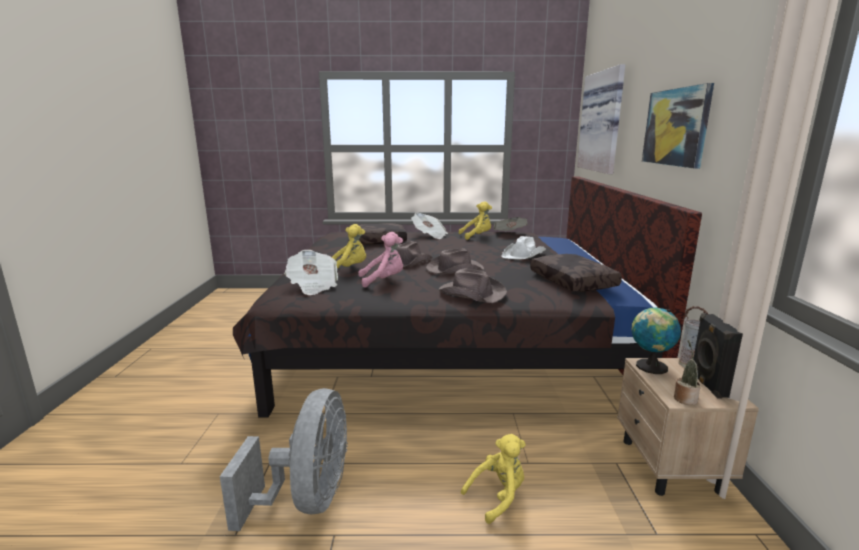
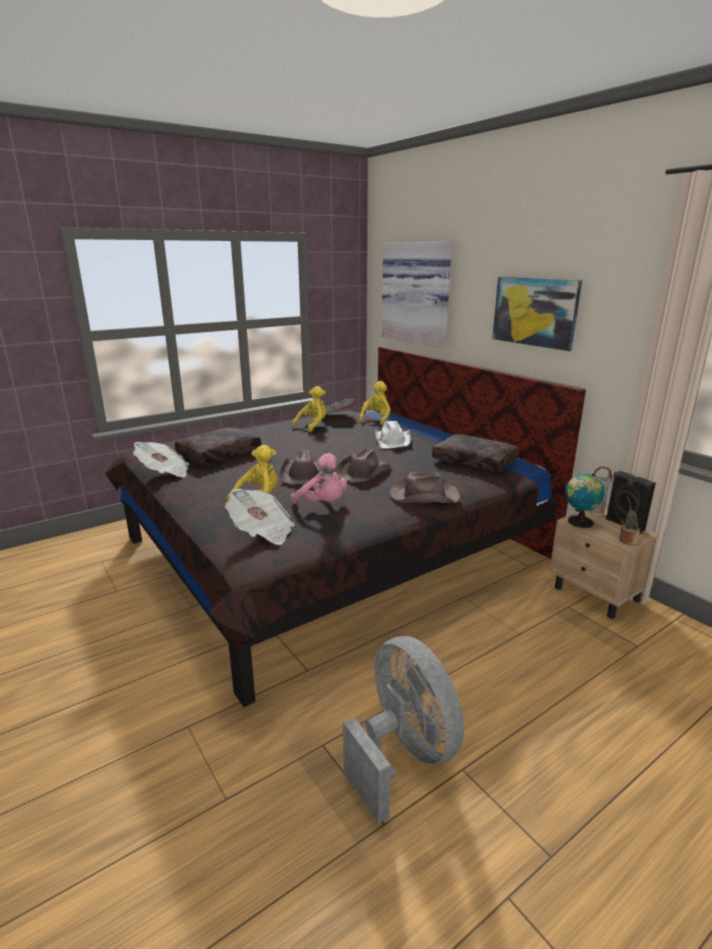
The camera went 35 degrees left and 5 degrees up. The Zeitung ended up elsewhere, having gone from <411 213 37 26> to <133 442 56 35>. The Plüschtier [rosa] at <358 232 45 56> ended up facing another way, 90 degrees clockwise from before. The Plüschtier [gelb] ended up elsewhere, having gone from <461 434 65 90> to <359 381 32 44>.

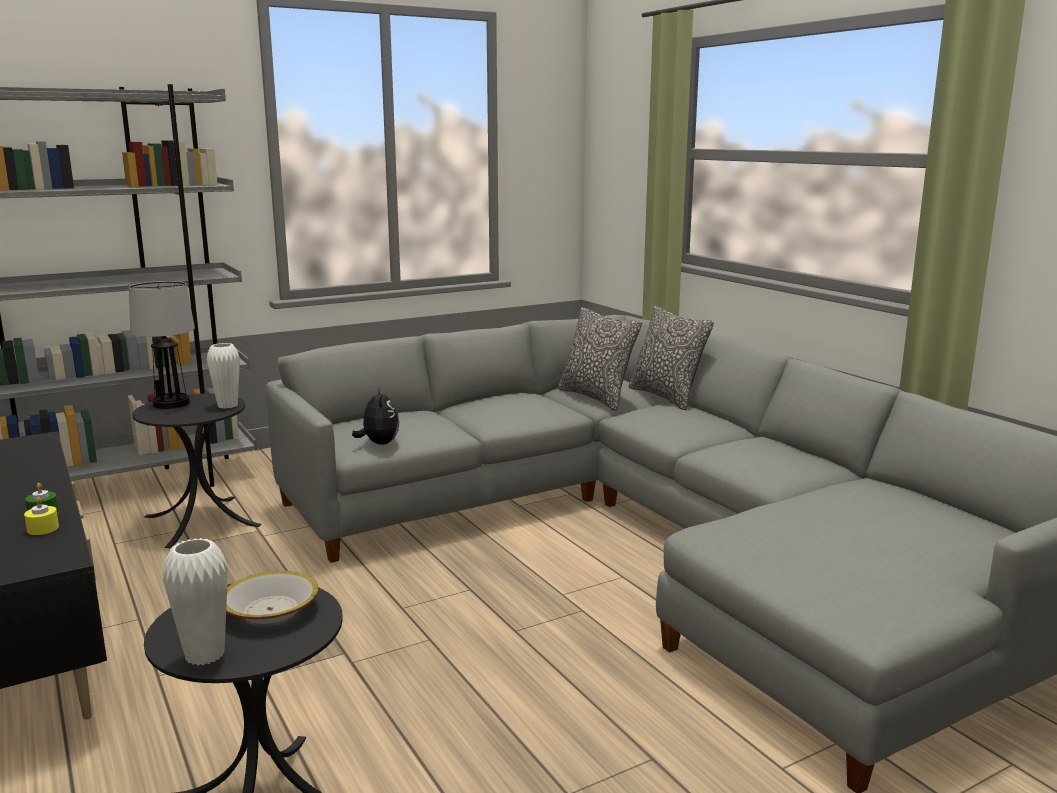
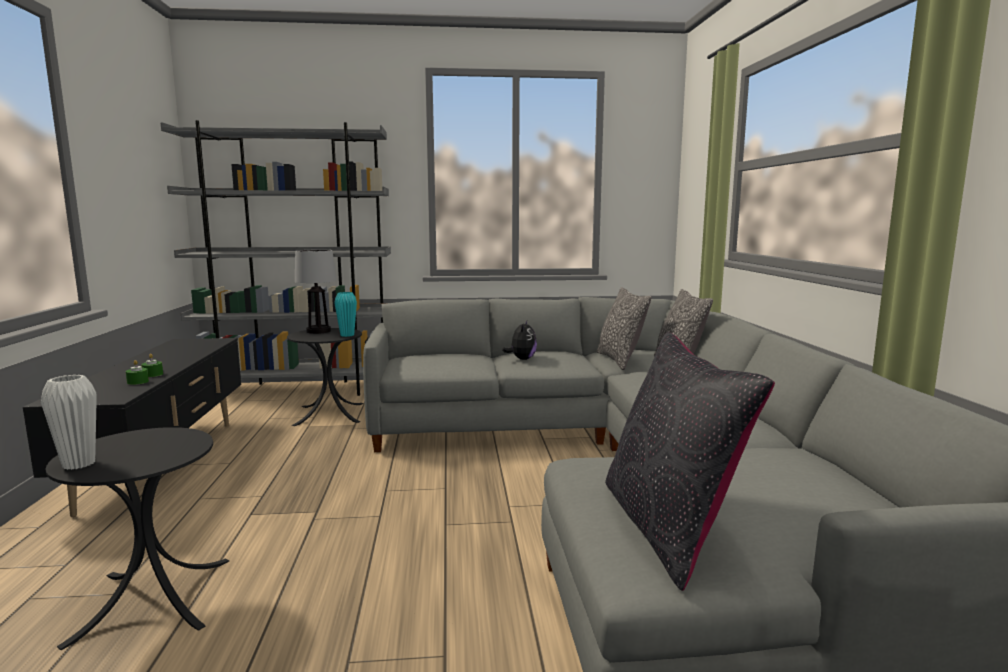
The camera went 25 degrees right and 5 degrees down. What was the Kerze [gelb] at <24 497 35 38> turned into the Kerze [grün] at <126 360 23 25>. What was the Vase [weiß] at <207 343 33 66> turned into the Vase [türkis] at <334 292 23 45>. The Plüschtier ended up elsewhere, having gone from <352 388 47 57> to <502 321 35 39>. The second view gained the Kissen [schwarz] at <605 332 170 259>. The second view lost the Schüssel at <226 571 93 53>.

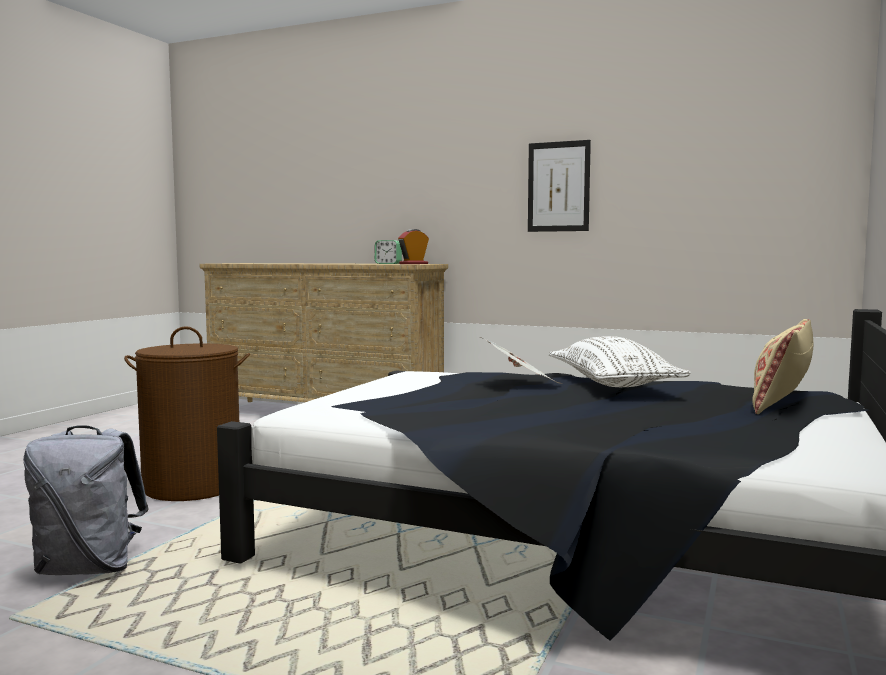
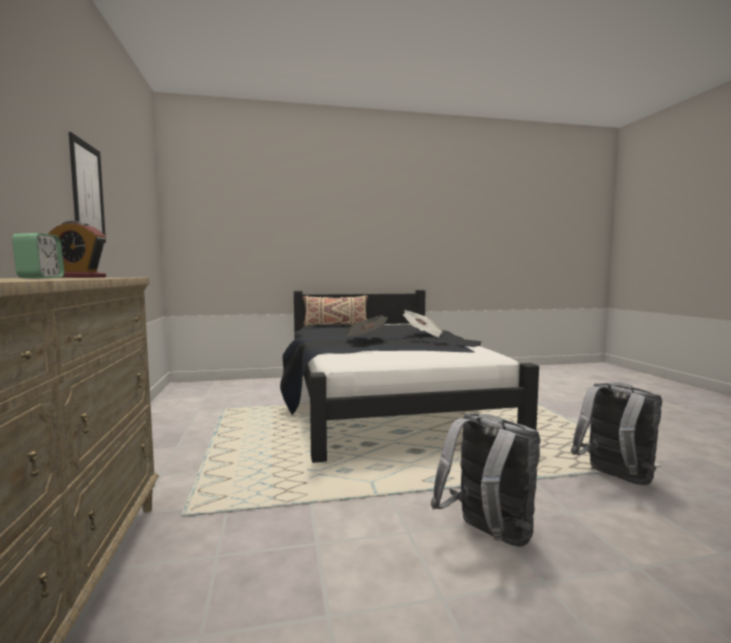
The camera went 125 degrees left and 0 degrees up. The second view gained the Zeitung at <403 310 40 27>. Where the Wäschekorb [braun] stood at <124 326 126 175>, the Rucksack [grau] came to stand at <431 413 110 134>. The second view lost the Kissen [weiß] at <549 336 142 51>.

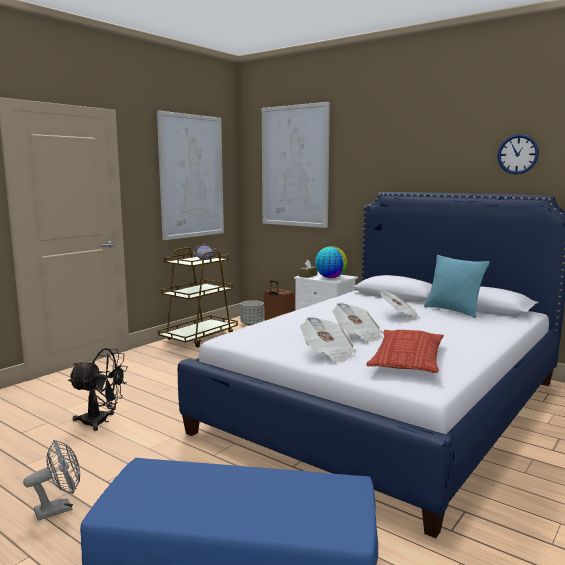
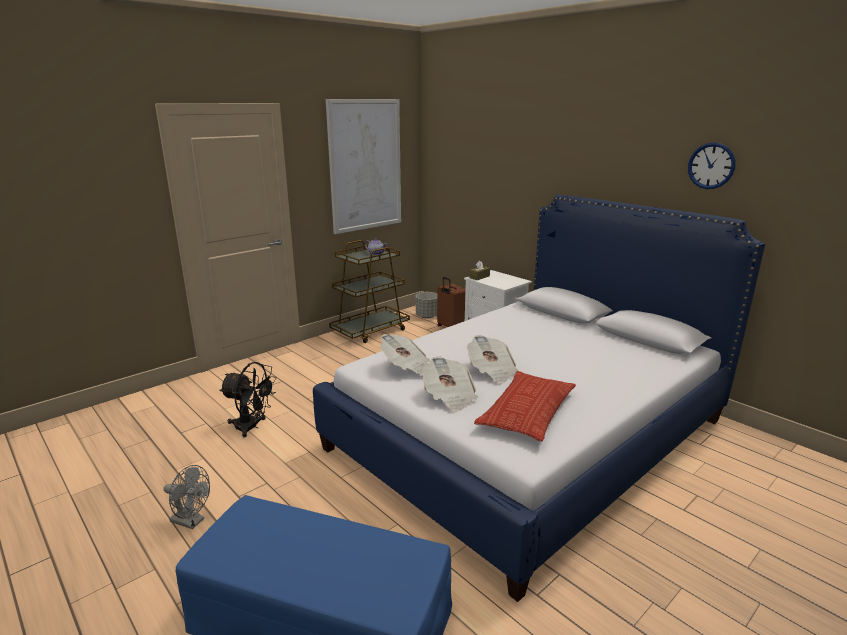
The camera went 10 degrees right and 10 degrees up. The Ventilator [grau] at <23 440 57 81> ended up facing another way, 45 degrees clockwise from before. The Zeitung ended up elsewhere, having gone from <377 290 44 29> to <380 334 50 41>. The second view lost the Bild at <262 102 68 126>. The second view lost the Globus at <315 246 32 32>. The second view lost the Kissen [türkis] at <424 255 66 63>.

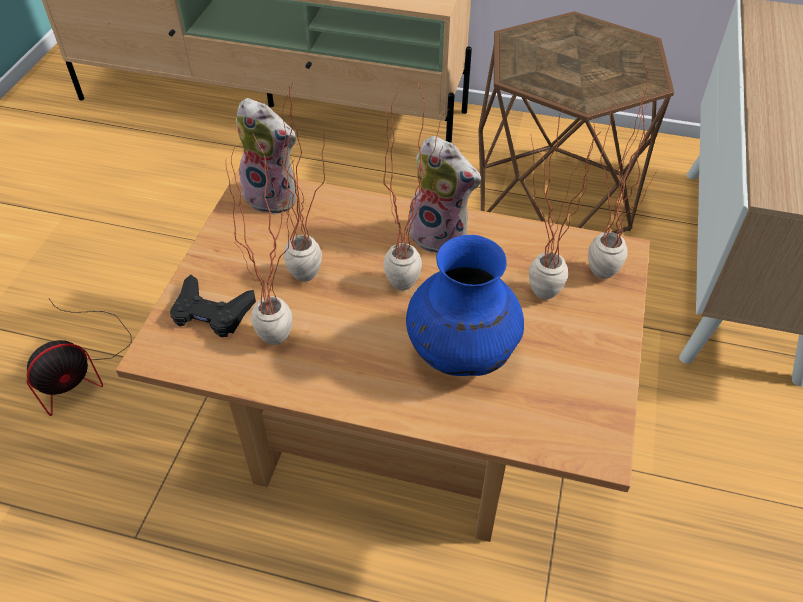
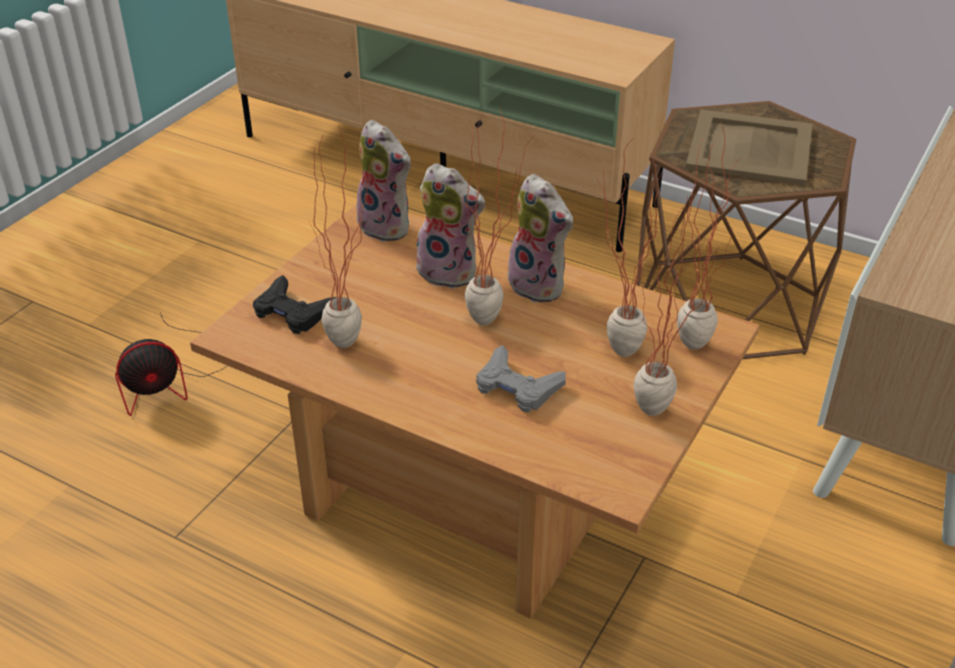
The camera went 15 degrees right and 10 degrees down. The second view gained the Plüschtier at <416 163 69 126>. Where the Vase [blau] stood at <406 235 118 141>, the Gamepad [grau] came to stand at <476 345 90 68>. The Topfpflanze ended up elsewhere, having gone from <266 82 59 200> to <634 194 85 222>. The second view gained the Tablett [beige] at <685 109 127 76>.

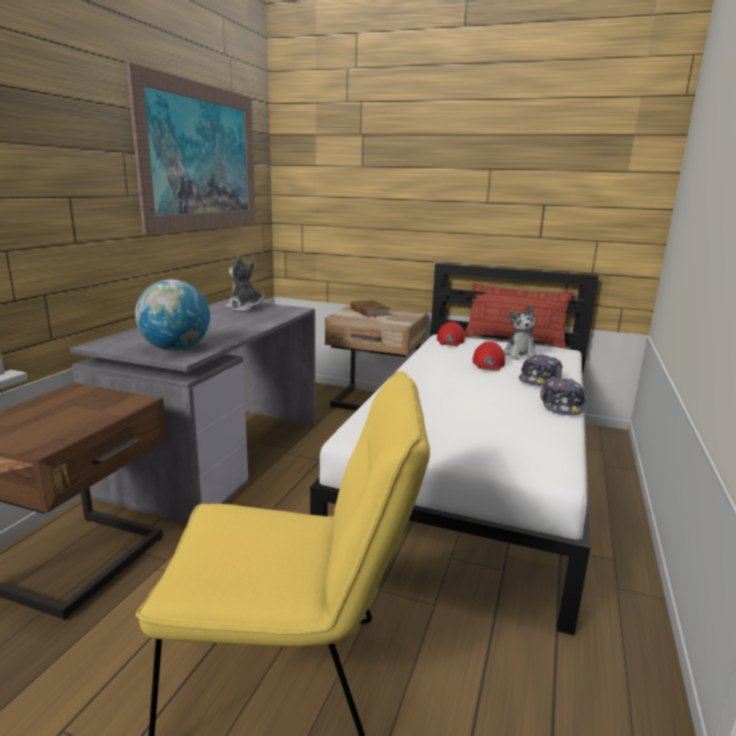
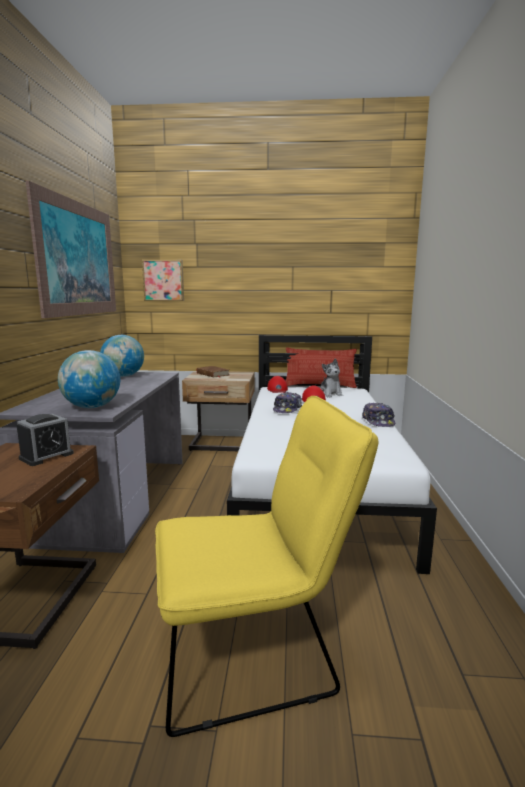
The camera went 15 degrees left and 5 degrees down. The second view gained the Wecker at <16 414 58 52>. Where the Plüschtier stood at <225 256 39 56>, the Globus came to stand at <100 335 44 42>. The second view gained the Bild at <142 260 42 41>. The Kappe ended up elsewhere, having gone from <519 354 44 32> to <273 392 29 21>.

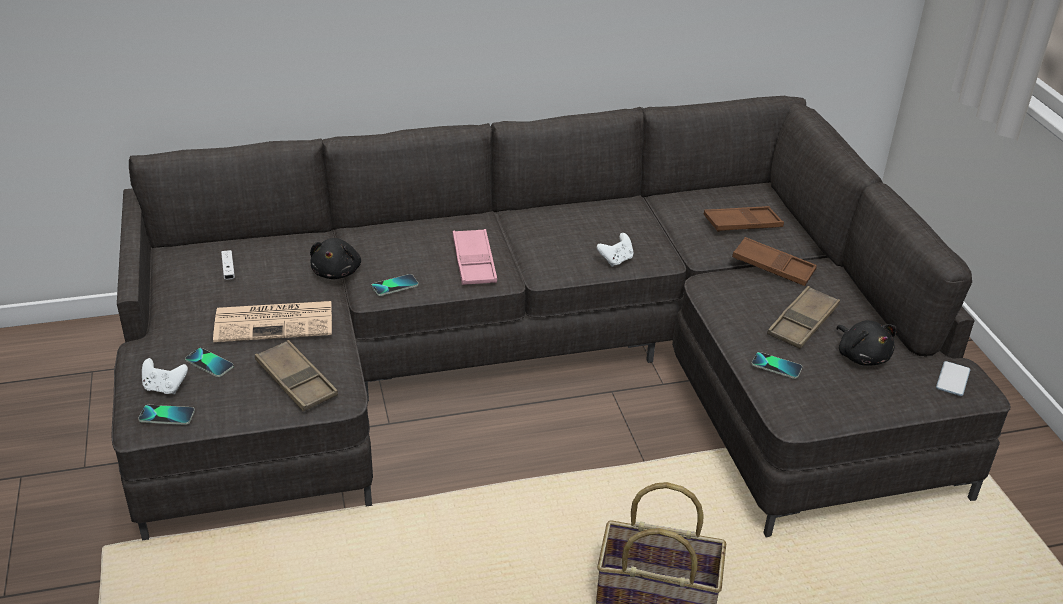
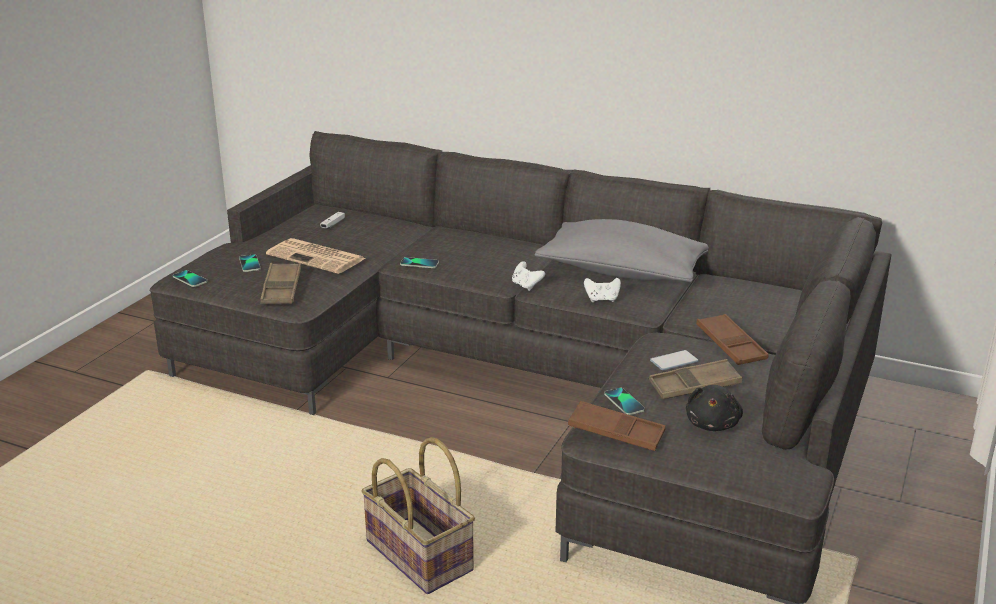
The camera went 40 degrees right and 10 degrees down. The Gamepad [weiß] ended up elsewhere, having gone from <142 358 46 36> to <512 261 33 30>. The second view gained the Kissen [grau] at <535 219 174 63>. The Tablett [braun] ended up elsewhere, having gone from <704 206 80 26> to <568 401 98 50>. The Handy ended up elsewhere, having gone from <936 361 34 35> to <650 350 49 21>. The second view lost the Plüschtier [schwarz] at <310 238 51 41>. The second view lost the Tablett [rosa] at <452 229 45 56>.

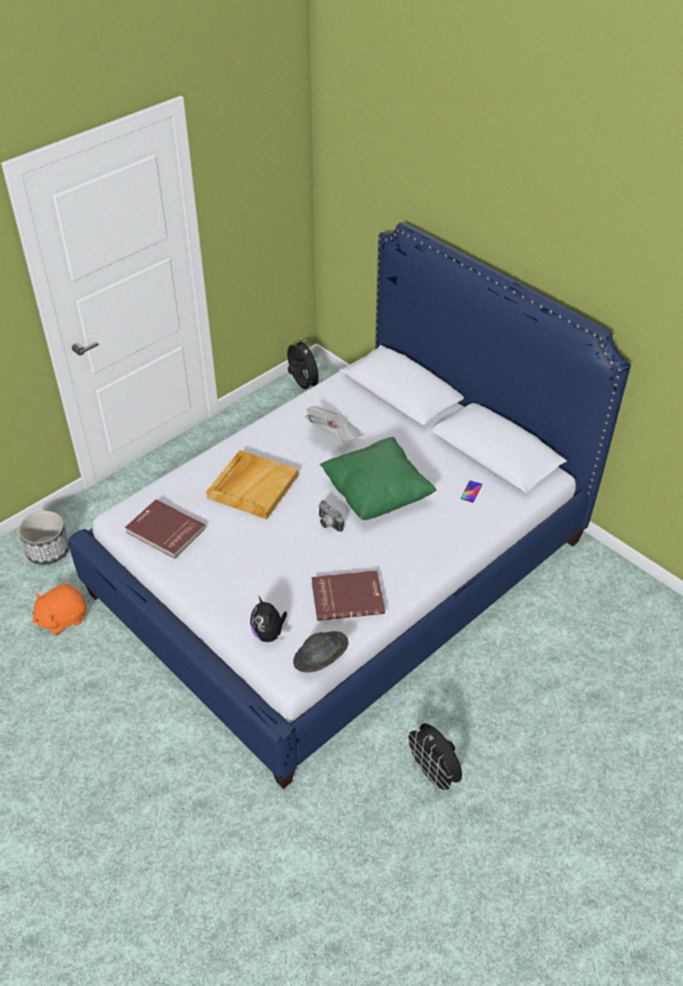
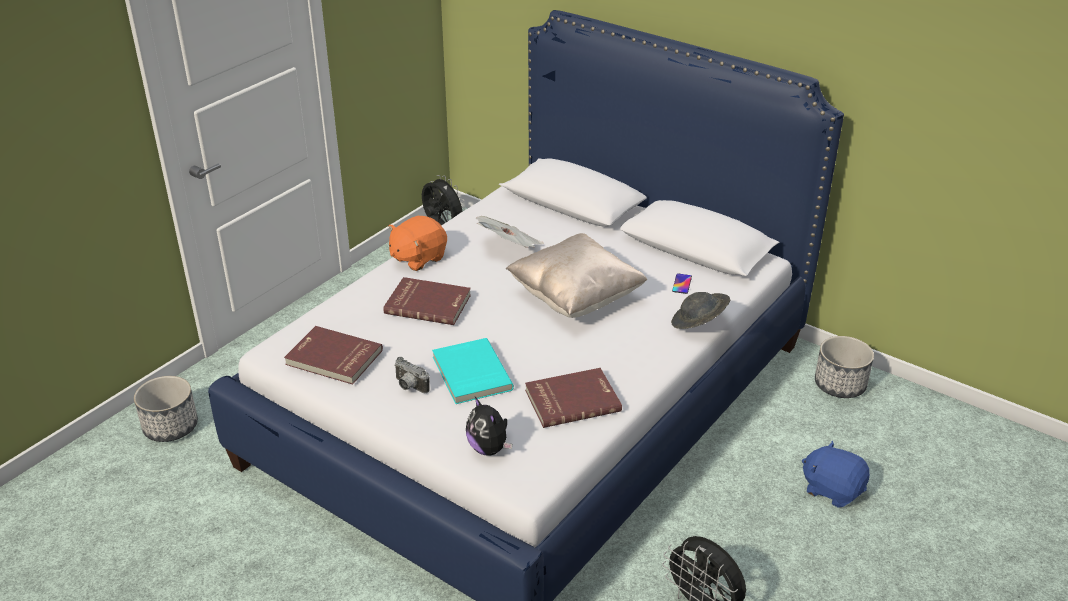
The camera went 10 degrees left and 10 degrees down. Where the Tablett [beige] stood at <206 450 92 69>, the Buch [rot] came to stand at <383 277 88 48>. The Plüschtier [orange] ended up elsewhere, having gone from <32 584 54 51> to <388 216 59 55>. The Kamera ended up elsewhere, having gone from <318 500 26 32> to <394 357 36 36>. The second view gained the Buch [türkis] at <432 338 82 66>. What was the Kissen [grün] at <320 437 116 83> turned into the Kissen [beige] at <506 233 141 85>. The Hut [grau] ended up elsewhere, having gone from <293 631 56 42> to <671 292 59 37>. The second view gained the Plüschtier [blau] at <802 441 68 67>. The second view gained the Pflanzkübel at <815 336 59 62>.

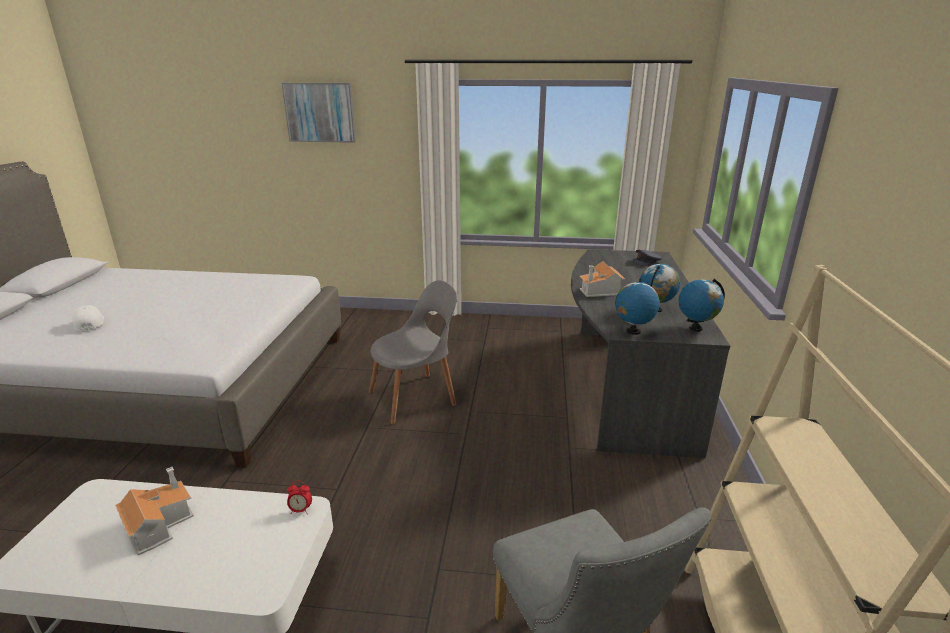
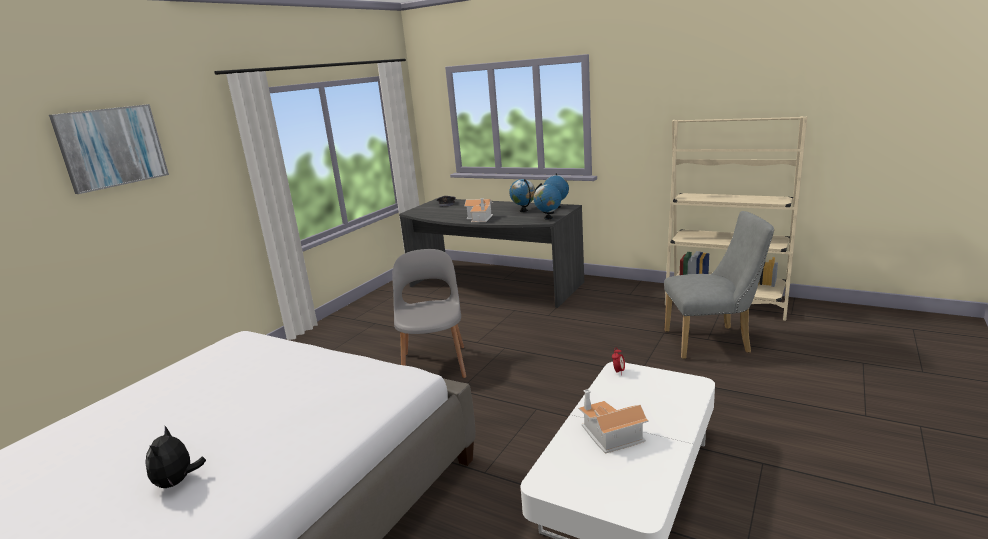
The camera went 65 degrees left and 5 degrees down. Where the Kappe [weiß] stood at <72 305 32 26>, the Plüschtier came to stand at <145 426 61 62>.

